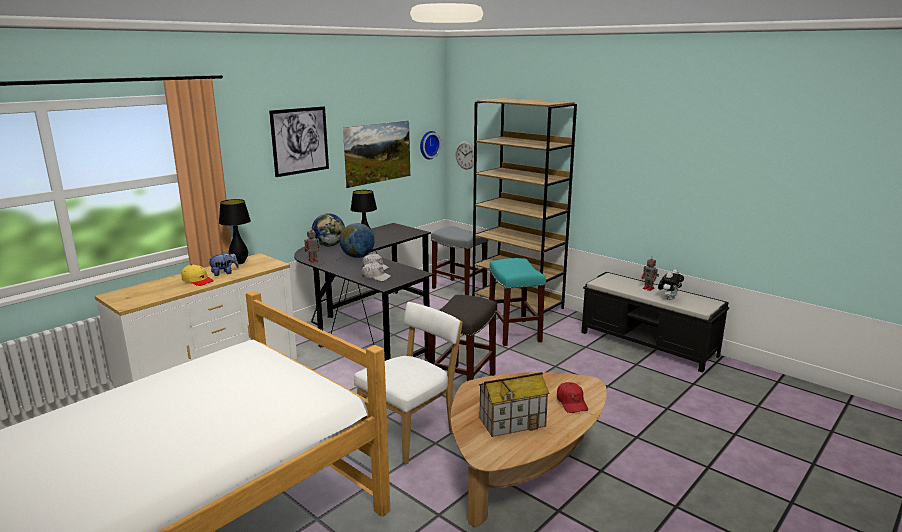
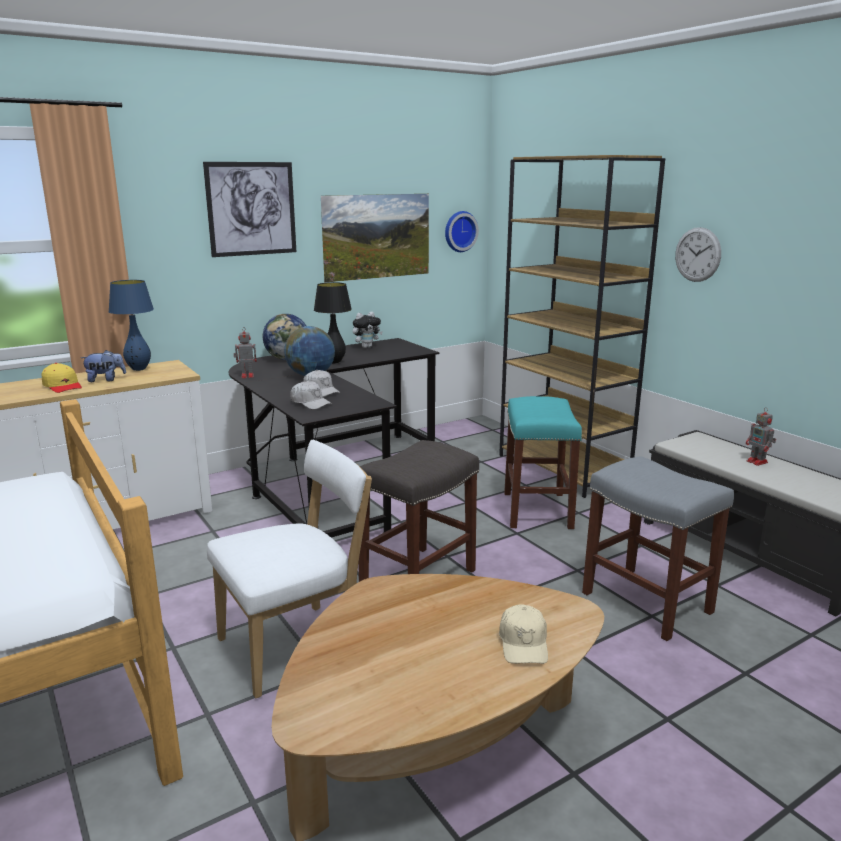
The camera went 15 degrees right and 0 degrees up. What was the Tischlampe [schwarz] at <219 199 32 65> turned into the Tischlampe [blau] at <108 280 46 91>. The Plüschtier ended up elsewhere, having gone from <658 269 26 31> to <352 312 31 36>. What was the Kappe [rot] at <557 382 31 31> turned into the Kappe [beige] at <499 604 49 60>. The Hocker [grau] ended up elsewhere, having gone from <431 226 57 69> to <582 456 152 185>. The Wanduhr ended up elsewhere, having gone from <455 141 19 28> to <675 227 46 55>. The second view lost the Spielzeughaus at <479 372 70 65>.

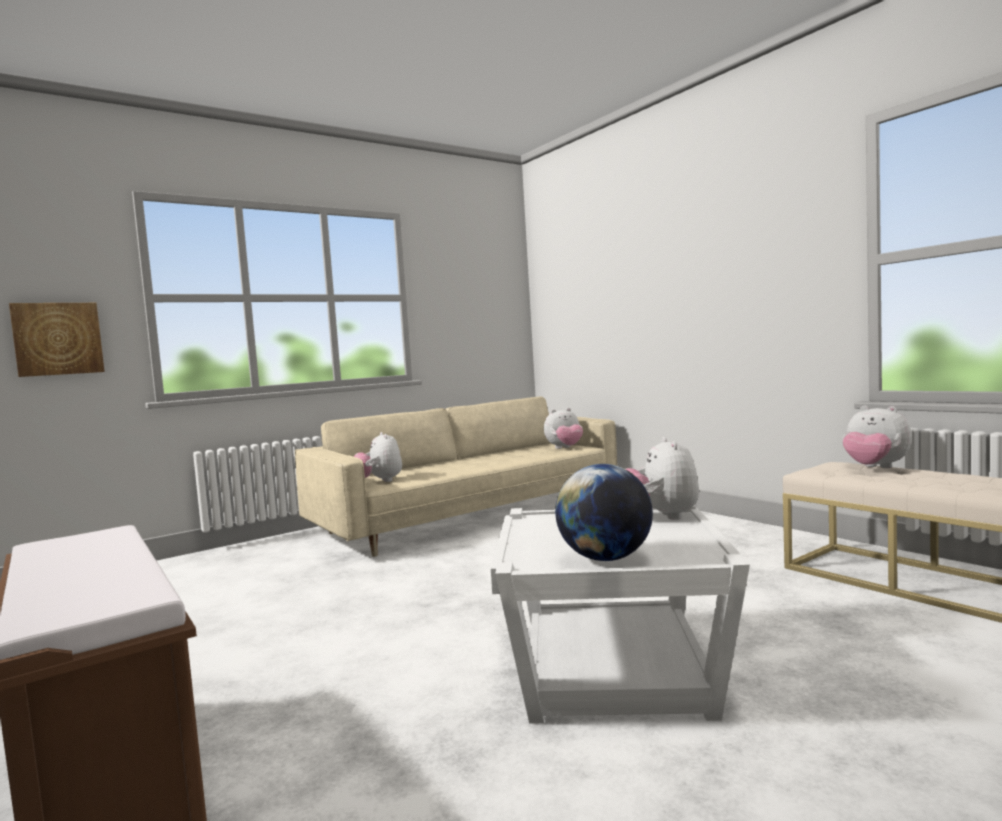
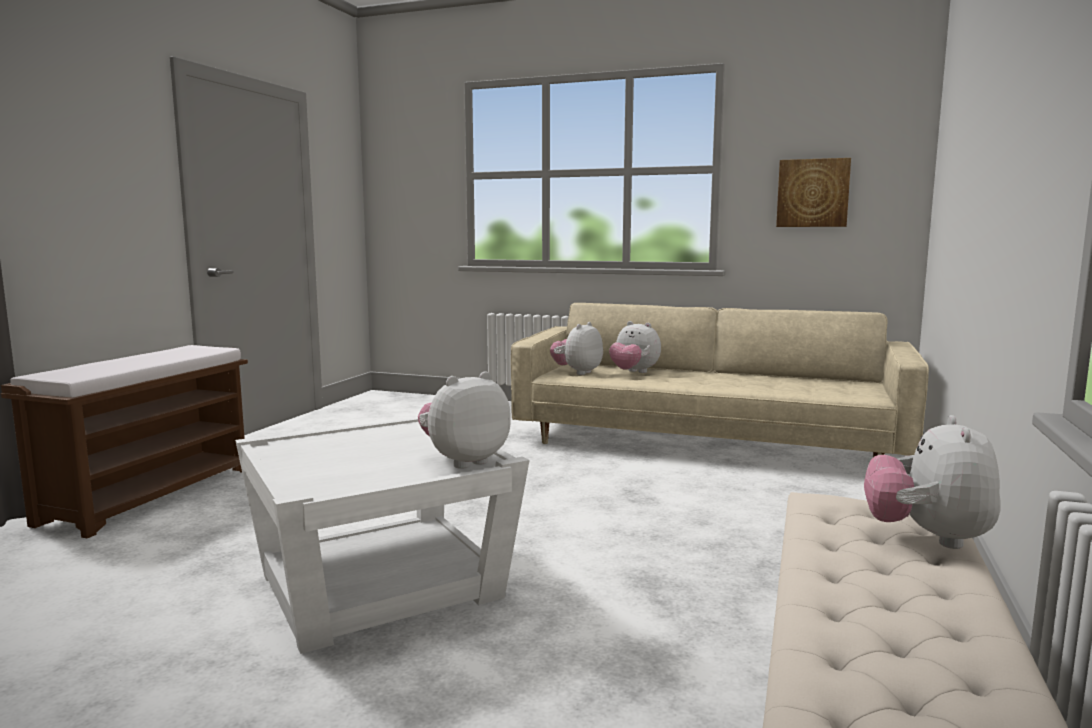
The camera went 55 degrees right and 5 degrees up. The Plüschtier ended up elsewhere, having gone from <544 408 39 41> to <609 321 52 52>. The Bild ended up elsewhere, having gone from <9 303 96 74> to <776 158 75 69>. The second view lost the Globus at <555 464 98 97>.

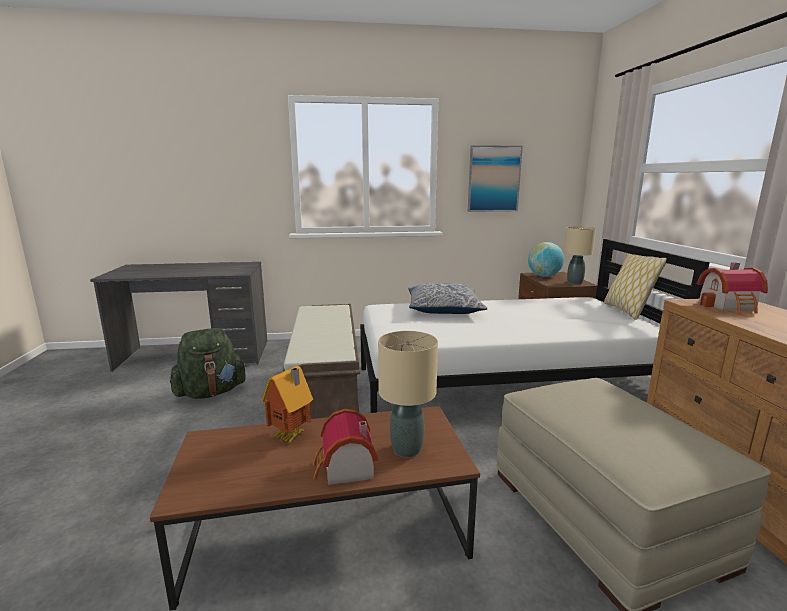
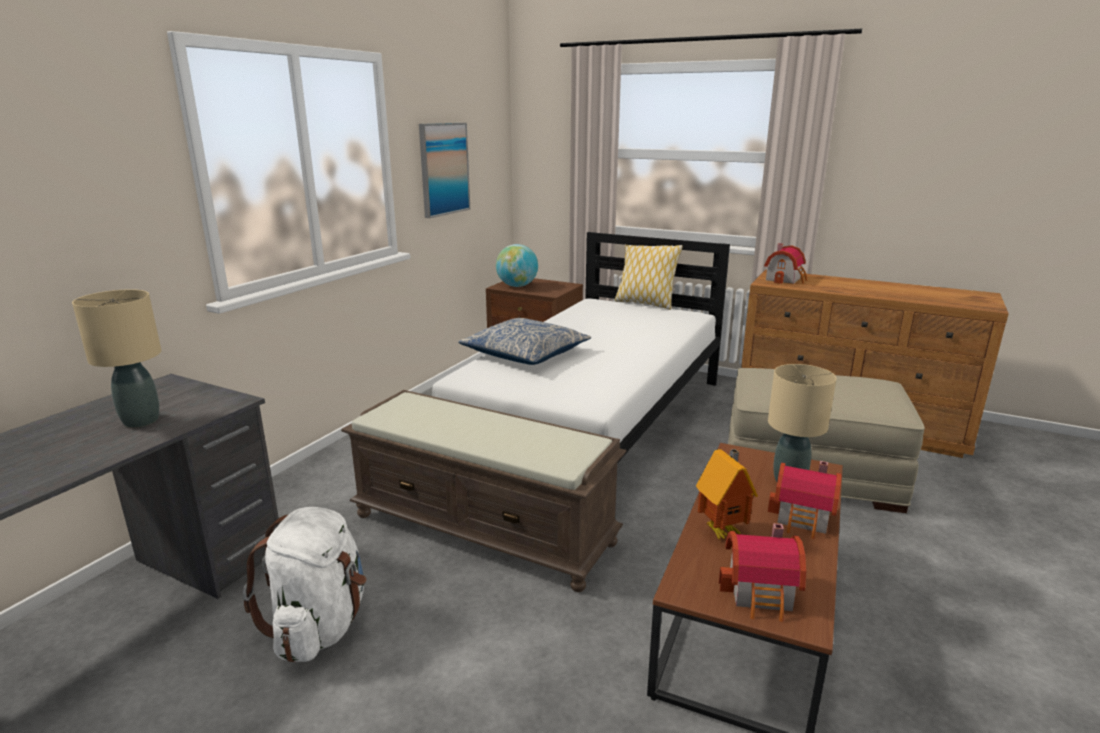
The camera went 55 degrees left and 5 degrees up. The Tischlampe [beige] ended up elsewhere, having gone from <564 226 32 59> to <72 289 89 139>. What was the Rucksack [grün] at <170 328 77 71> turned into the Rucksack [weiß] at <243 507 123 156>. The second view gained the Spielzeughaus at <719 523 87 99>.

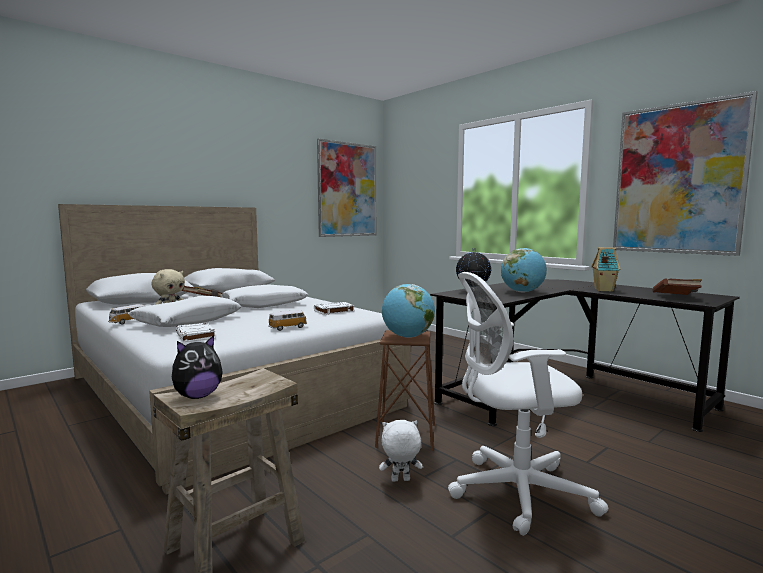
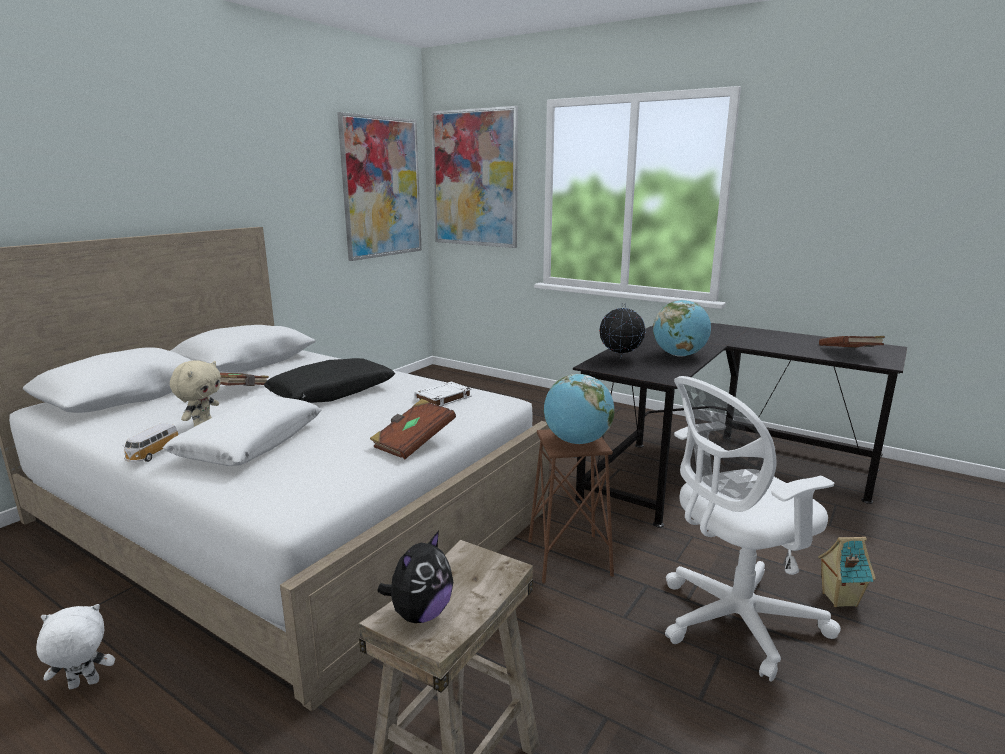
The camera went 15 degrees left and 10 degrees up. The Plüschtier [weiß] ended up elsewhere, having gone from <379 420 44 62> to <36 604 79 85>. What was the Kissen [weiß] at <221 284 87 24> turned into the Kissen [schwarz] at <264 358 131 45>. Where the Spielzeugauto stood at <268 310 39 21>, the Buch [braun] came to stand at <370 399 86 60>. The Bild ended up elsewhere, having gone from <613 91 145 165> to <431 106 87 142>. The Spielzeughaus ended up elsewhere, having gone from <591 247 30 45> to <818 537 58 70>. The second view lost the Buch [weiß] at <176 323 40 19>.

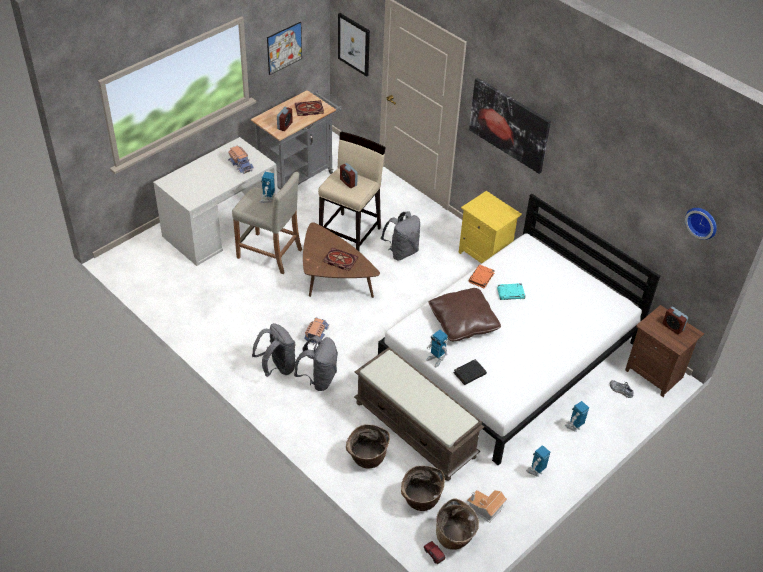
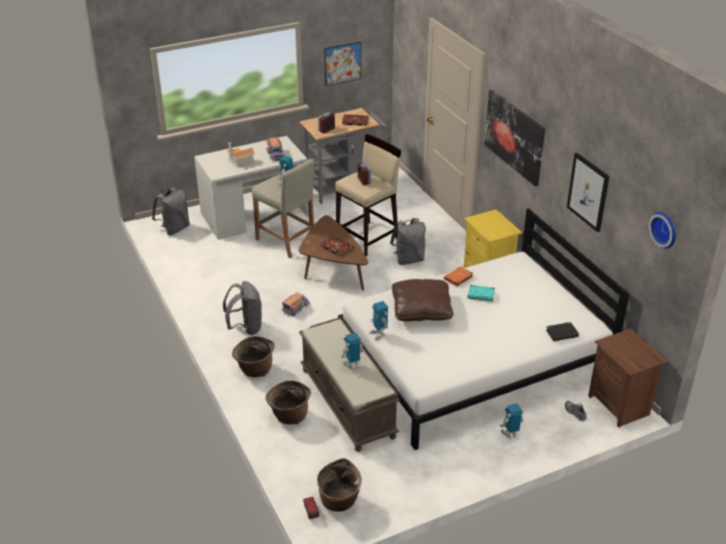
The camera went 20 degrees right and 10 degrees down. The Rucksack [grau] ended up elsewhere, having gone from <294 336 44 55> to <152 188 38 47>. The Spielzeughaus ended up elsewhere, having gone from <467 490 40 32> to <226 143 29 25>. The Korb ended up elsewhere, having gone from <401 465 44 46> to <232 336 43 41>. The Spielzeugroboter ended up elsewhere, having gone from <526 445 24 32> to <340 332 24 37>. The Buch [schwarz] ended up elsewhere, having gone from <454 359 33 26> to <546 322 33 19>. The Bild ended up elsewhere, having gone from <338 13 32 64> to <567 153 43 79>. The second view lost the Wecker at <662 307 26 28>.

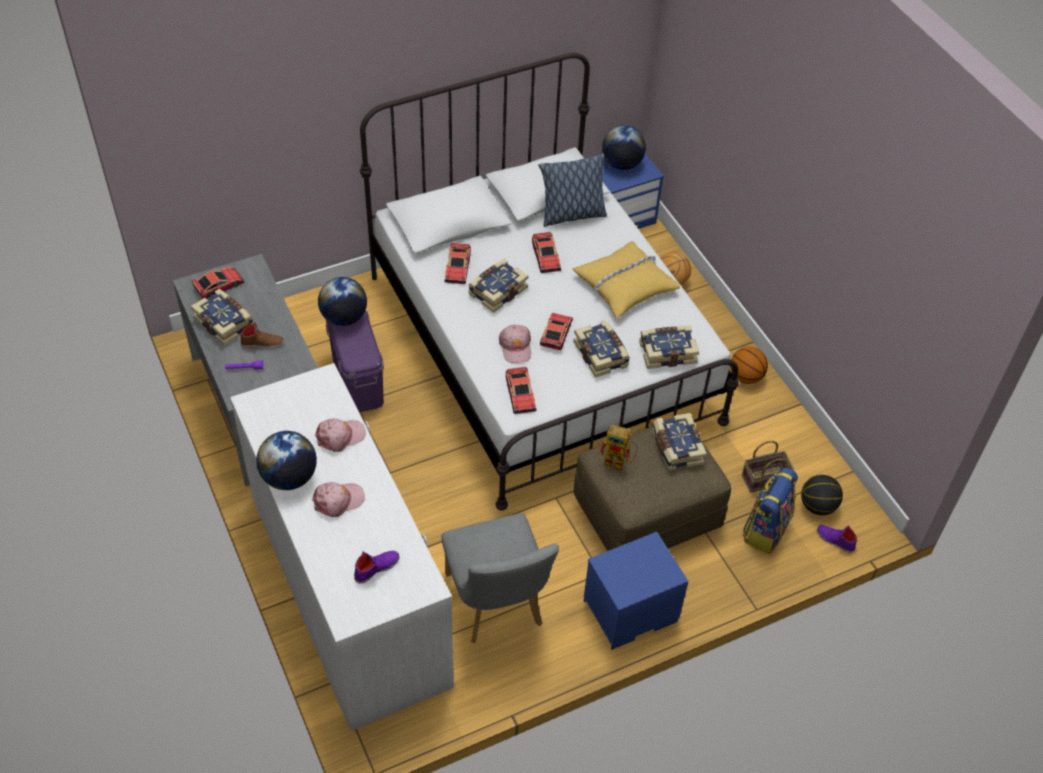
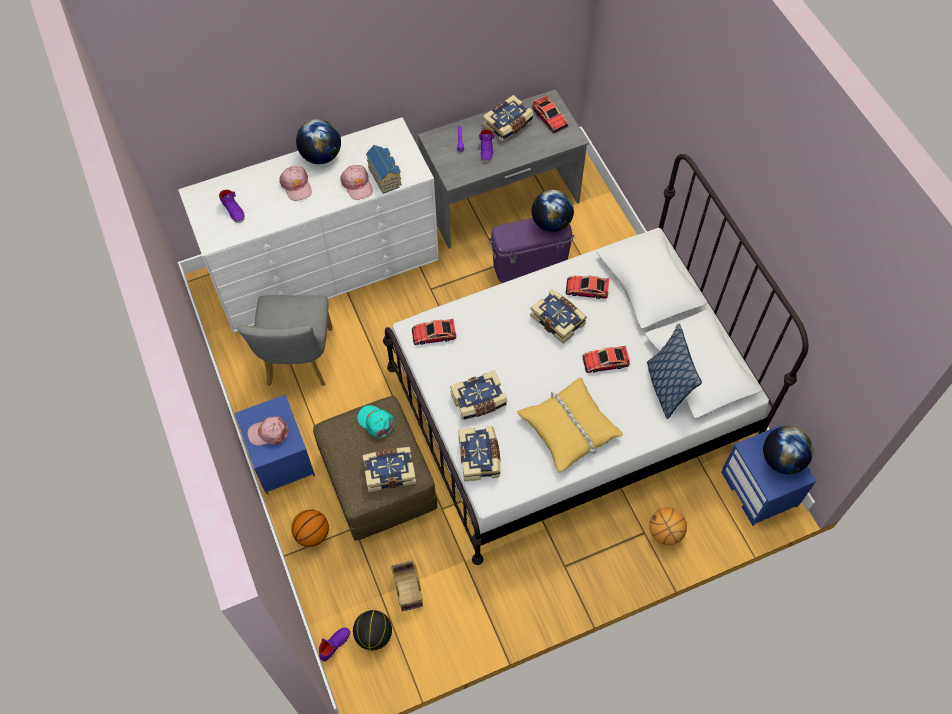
The camera went 95 degrees right and 10 degrees up. The Stuhl [grau] at <442 513 117 130> ended up facing another way, 75 degrees counterclockwise from before. The Kappe [rosa] ended up elsewhere, having gone from <498 325 33 38> to <247 416 42 29>. The Basketball ended up elsewhere, having gone from <730 347 38 37> to <291 509 38 38>. Where the Spielzeugroboter stood at <598 425 40 46>, the Kappe [türkis] came to stand at <357 405 37 33>. The second view gained the Spielzeughaus at <366 145 36 49>. What was the Schuh [braun] at <241 322 43 26> turned into the Schuh [lila] at <479 129 15 33>. The second view lost the Spielzeugauto at <540 313 33 37>. The second view lost the Rucksack at <743 468 55 86>.

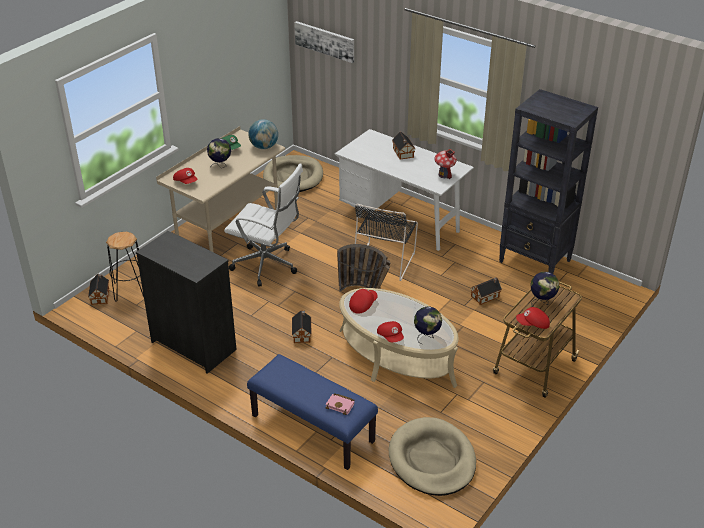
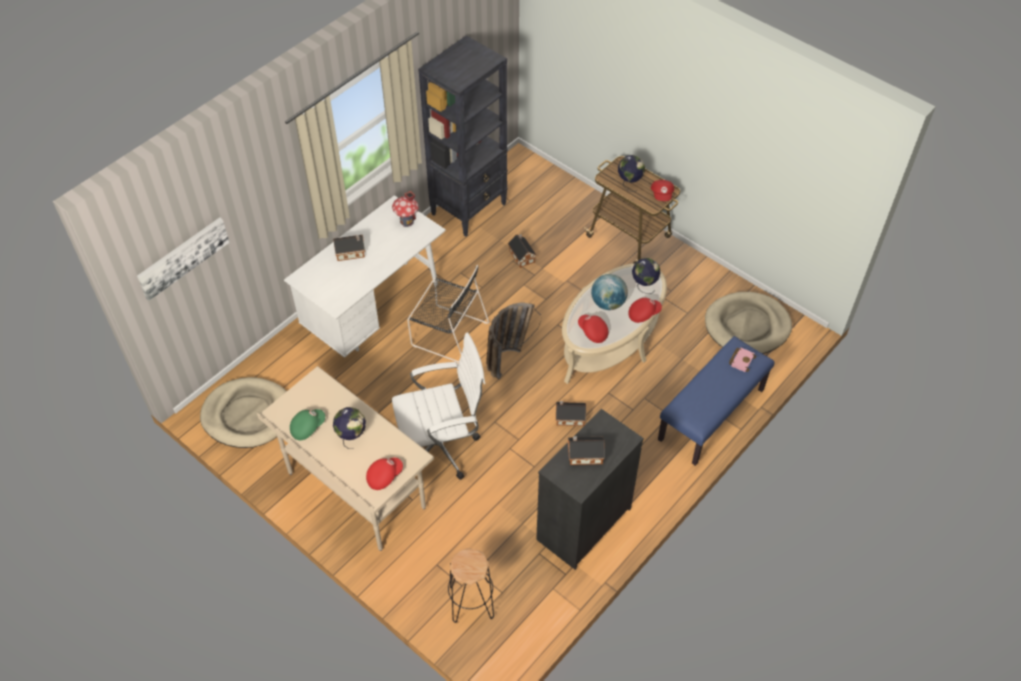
The camera went 85 degrees left and 15 degrees up. The Bürostuhl [weiß] at <224 163 79 124> ended up facing another way, 45 degrees clockwise from before. The Spielzeughaus ended up elsewhere, having gone from <88 274 21 31> to <568 436 37 29>. The Globus ended up elsewhere, having gone from <249 119 29 30> to <591 274 37 36>.

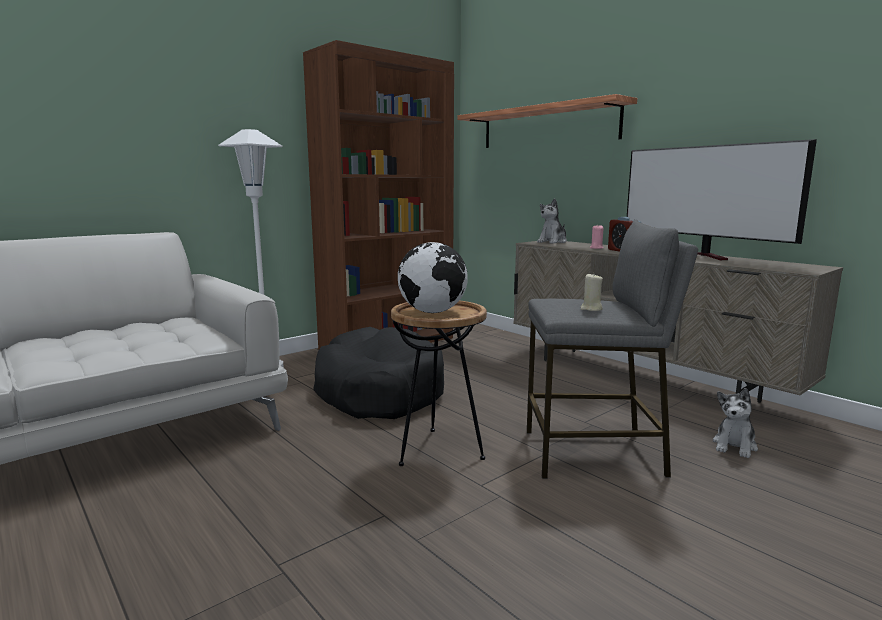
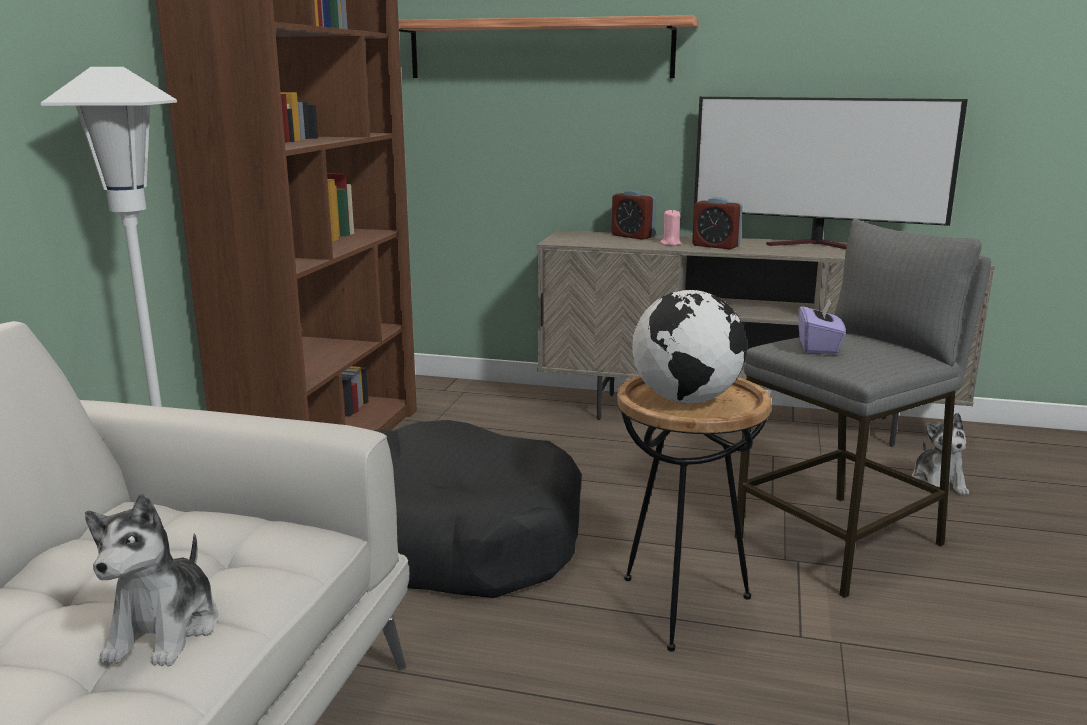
The camera went 35 degrees left and 5 degrees up. The Plüschtier ended up elsewhere, having gone from <537 198 30 46> to <85 493 133 174>. The second view gained the Wecker at <612 190 45 50>. The second view gained the Taschentuchbox [lila] at <798 297 48 57>. The second view lost the Kerze [beige] at <581 274 22 37>.

